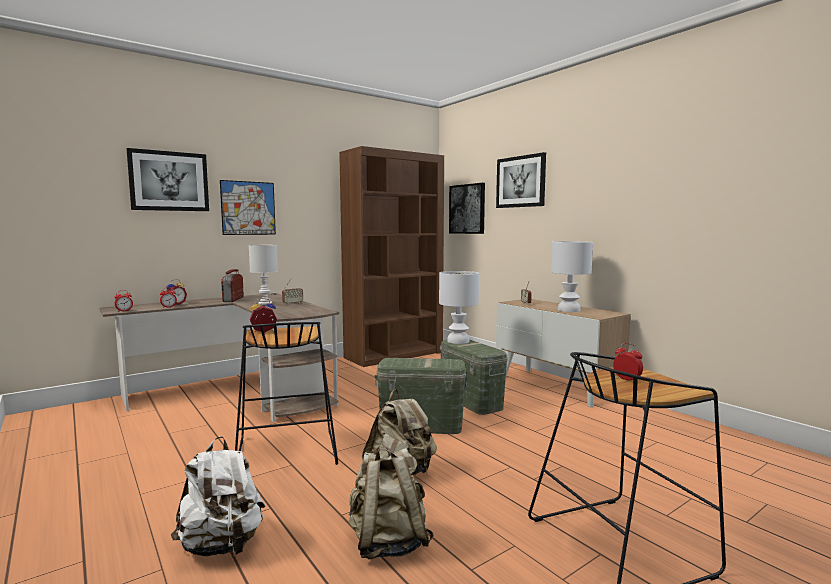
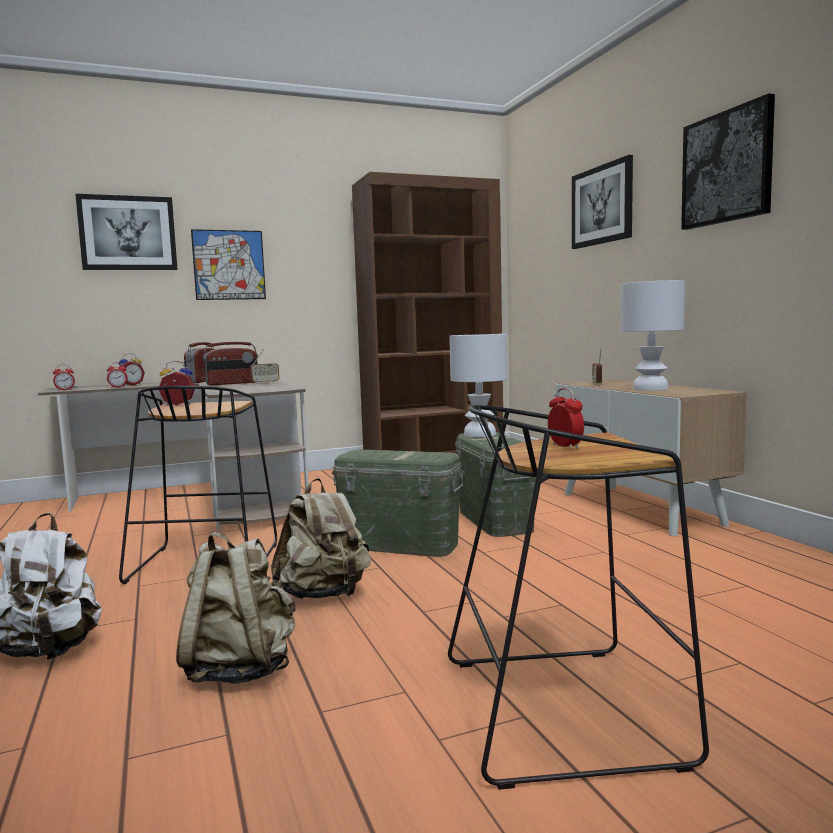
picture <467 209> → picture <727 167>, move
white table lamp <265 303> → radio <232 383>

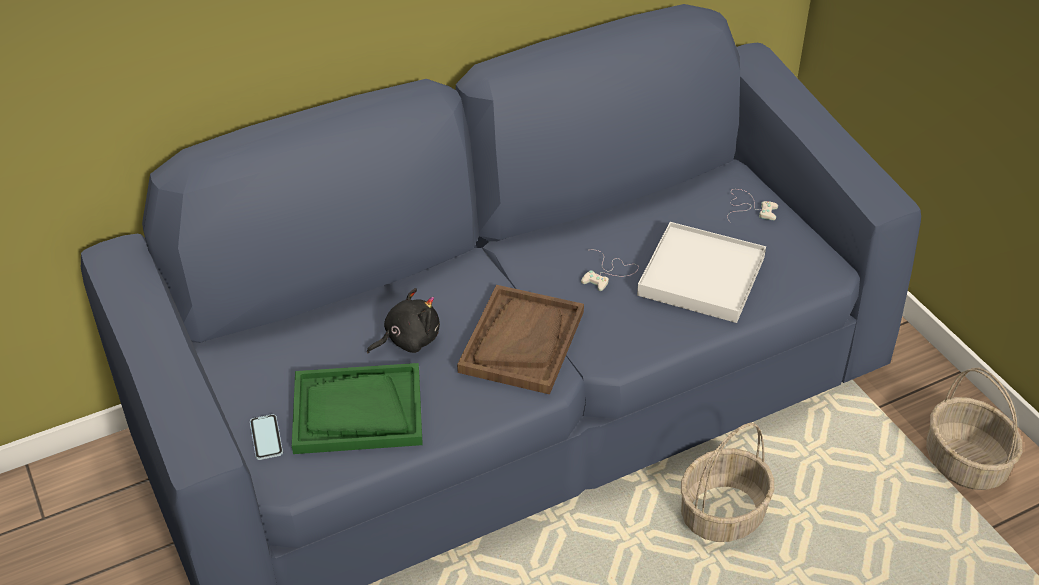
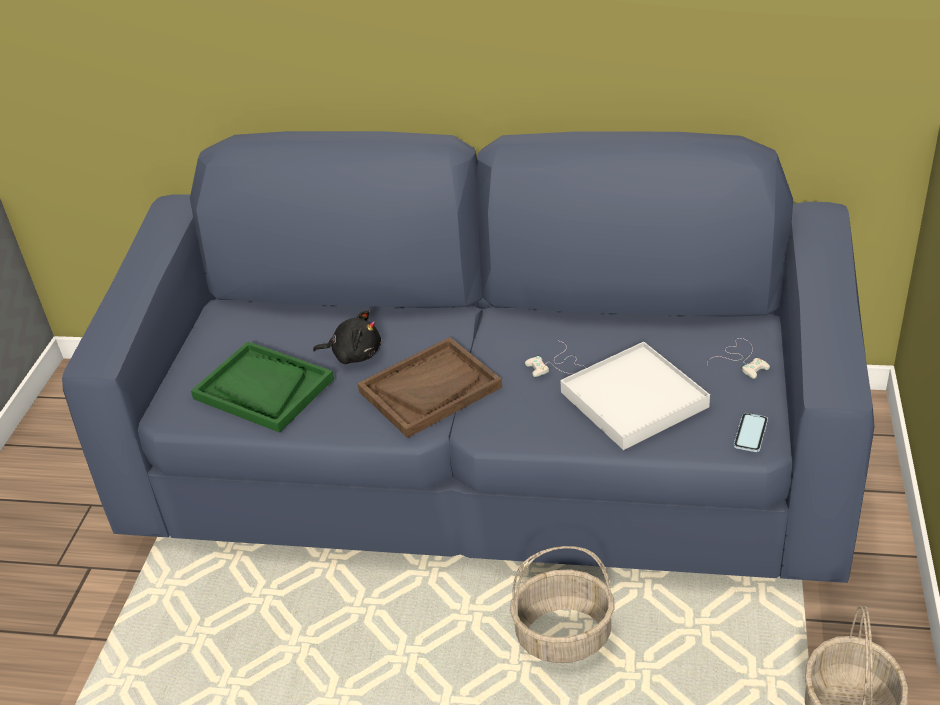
phone <266 438> → phone <750 434>, move

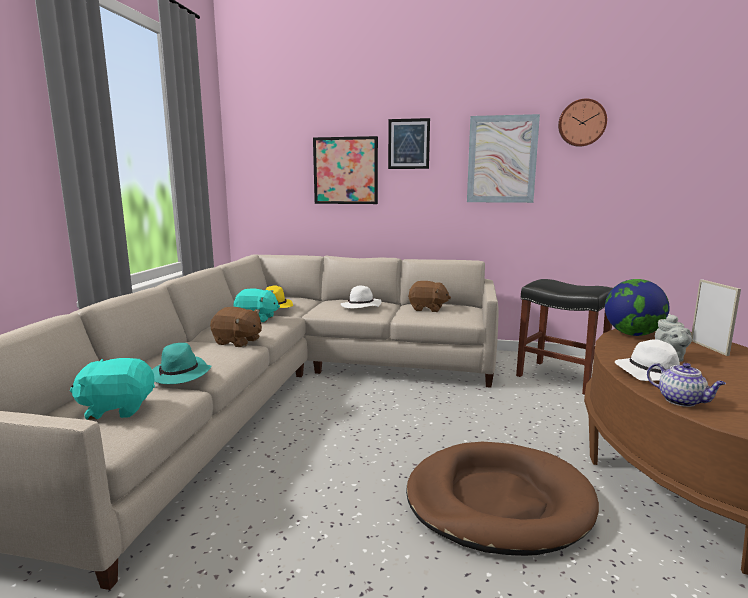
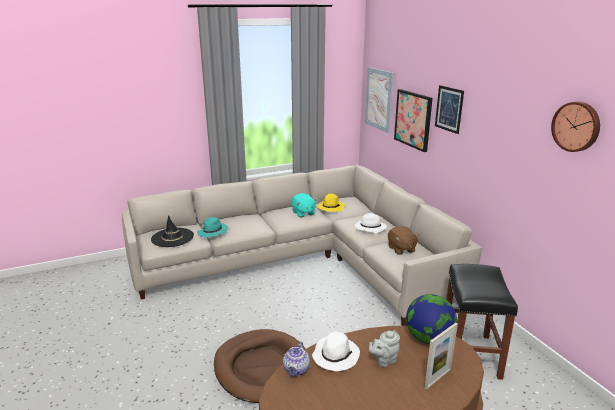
brown plush toy <237 342> → -
picture <501 159> → picture <379 99>, move
turquoise plush toy <118 409> → black hat <172 237>

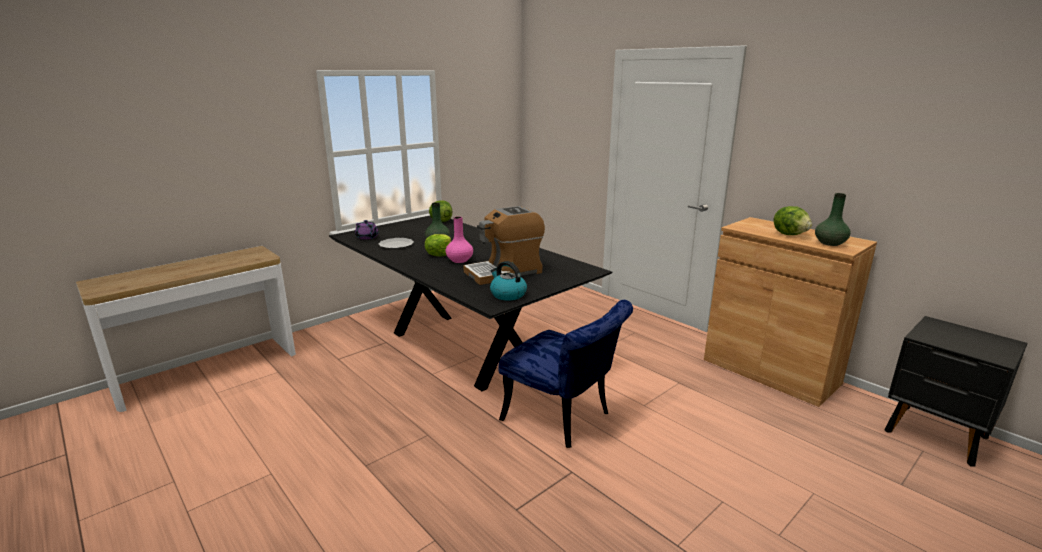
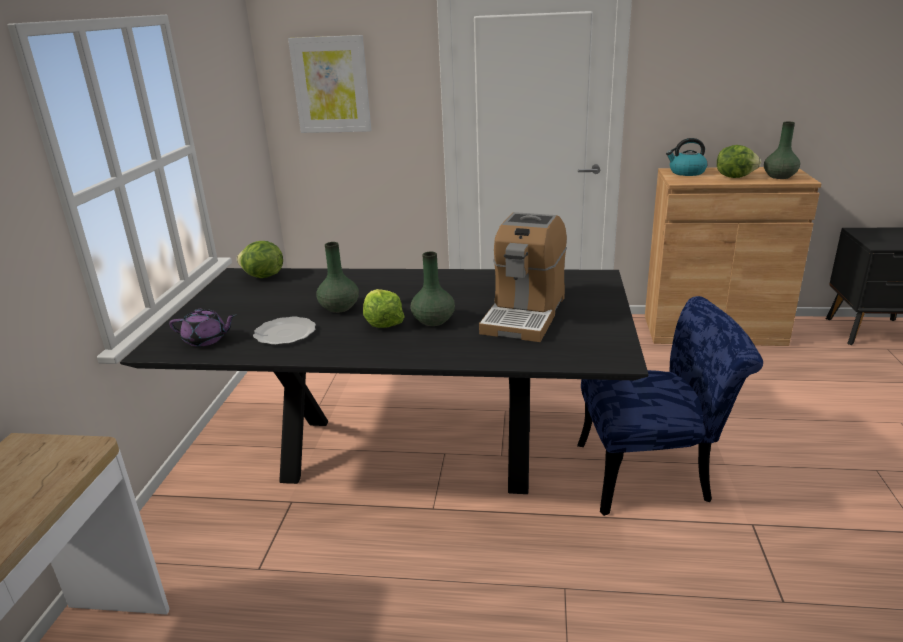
- → picture <331 85>
kettle <507 294> → kettle <686 172>, move
pink vase <460 260> → green vase <434 320>

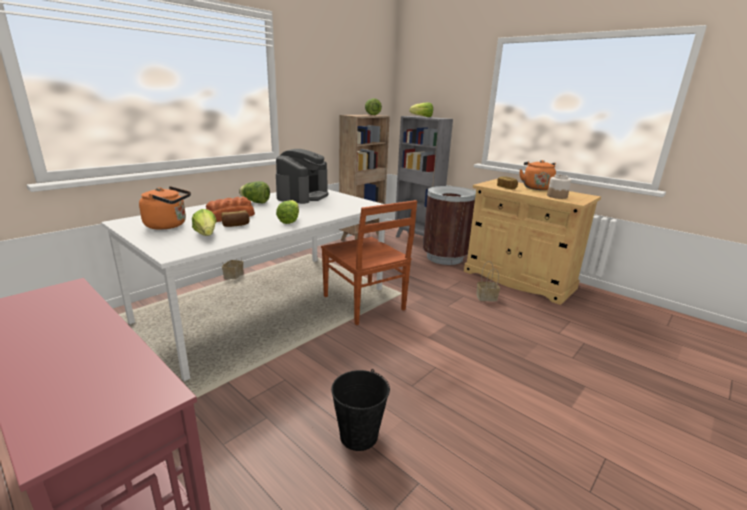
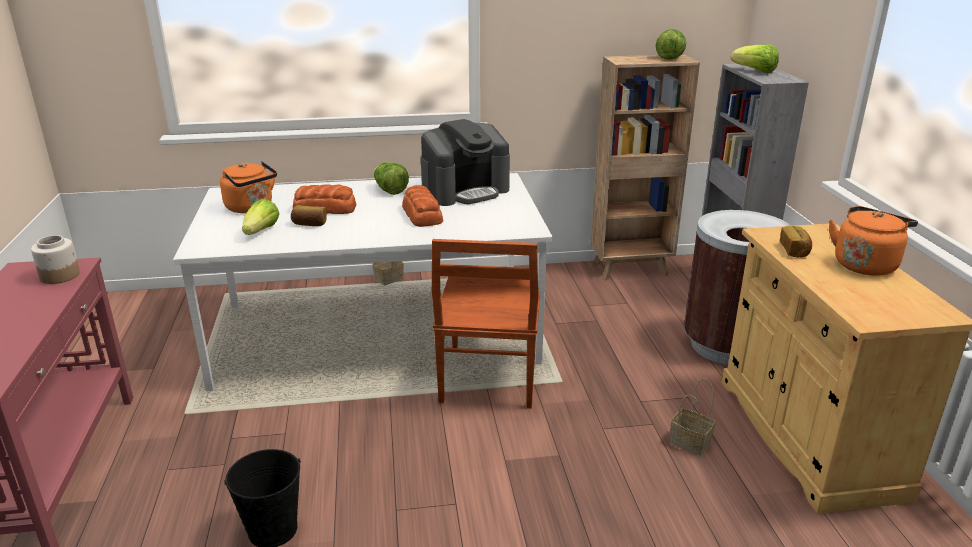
lettuce <289 220> → -
- → bread <422 214>
jar <557 196> → jar <60 275>, move

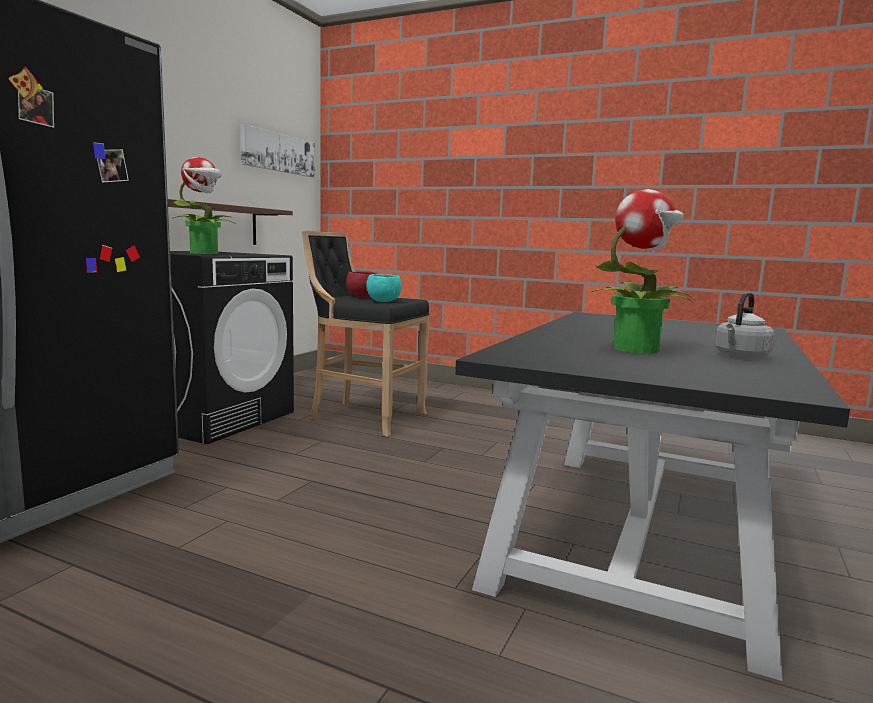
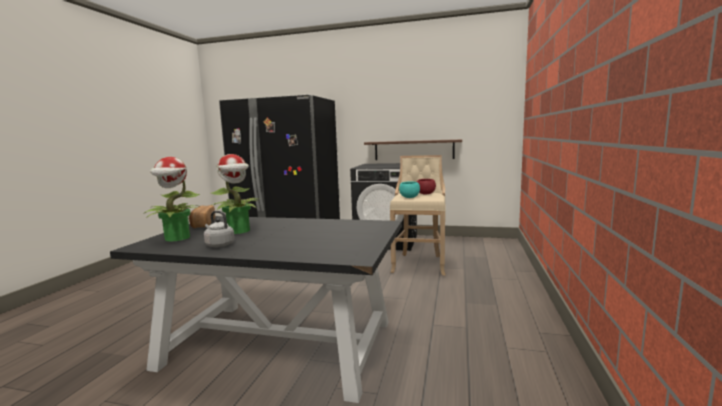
picture <278 153> → -
- → bread <202 224>
potted plant <205 253> → potted plant <177 238>, move
black stool <363 417> → beige stool <419 263>

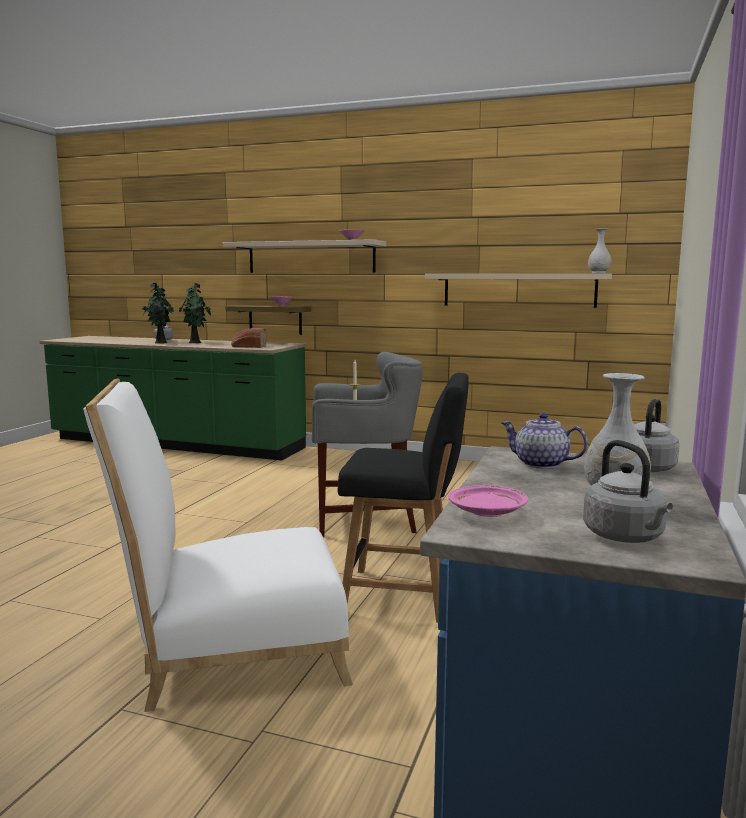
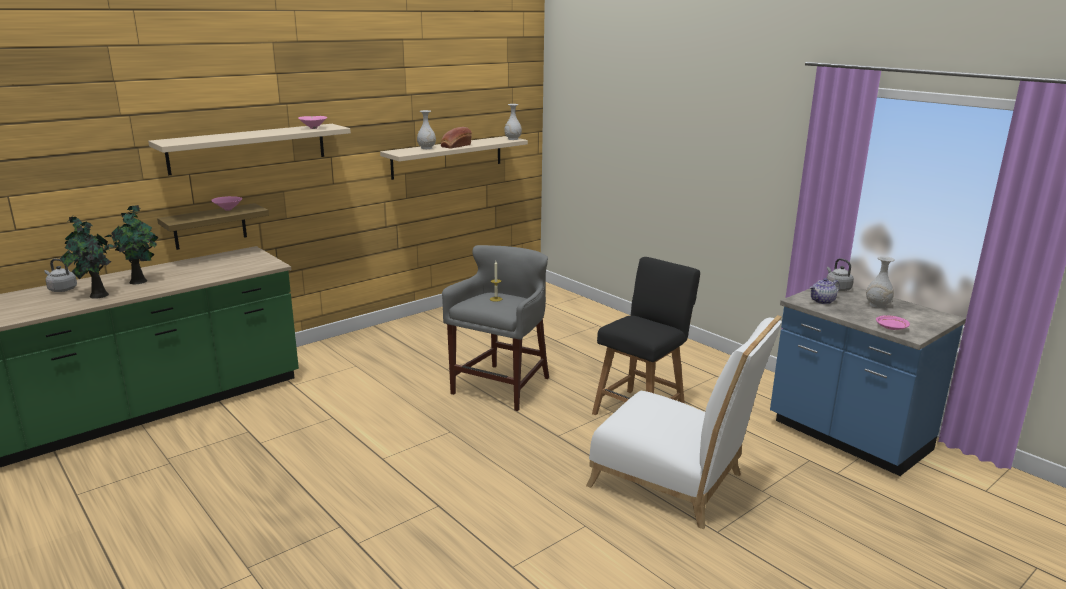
grey kettle <626 537> → -
- → white vase <427 148>
bread <248 346> → bread <455 146>, move
white chair <231 653> → white chair <674 483>, 75 degrees counterclockwise

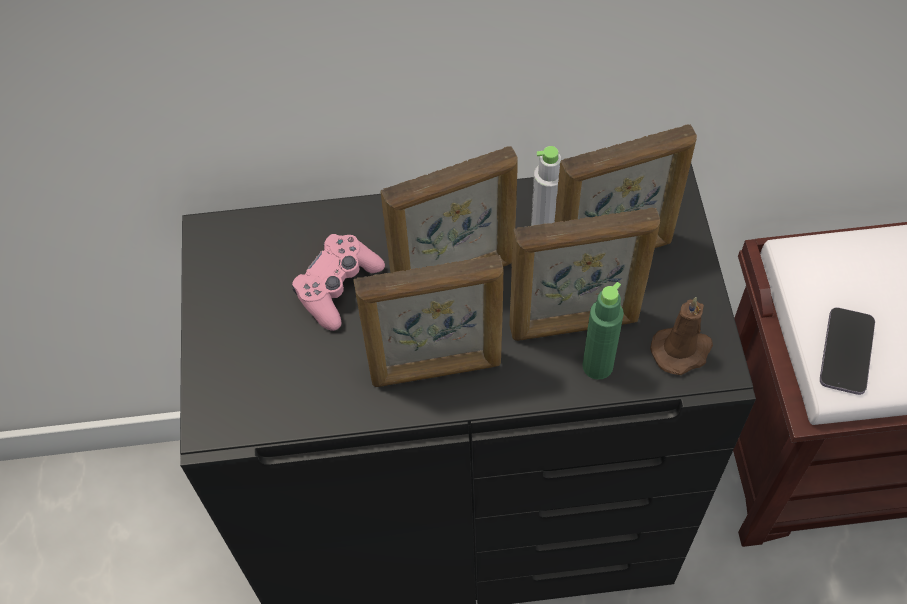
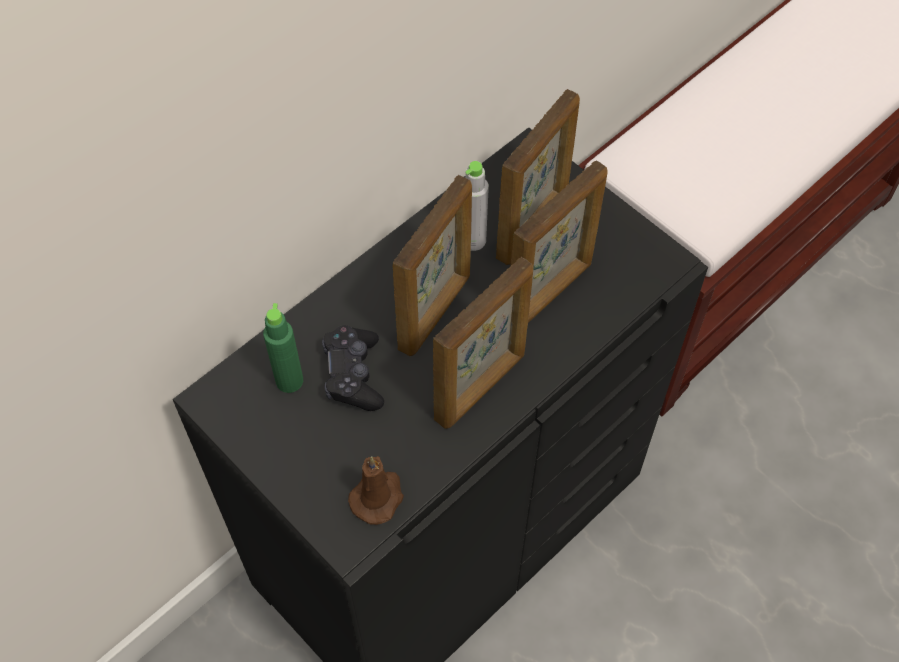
phone <846 352> → -
green bottle <597 366> → green bottle <289 381>, move
brown candle <682 350> → brown candle <378 497>, move
pink game controller <338 287> → black game controller <353 375>

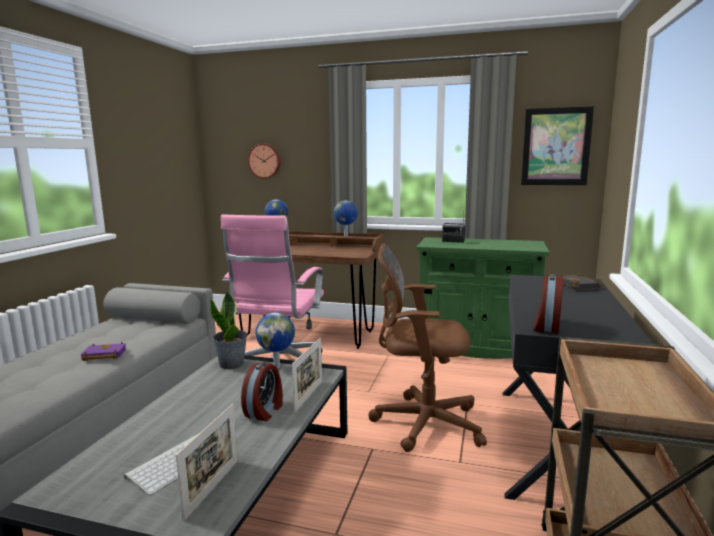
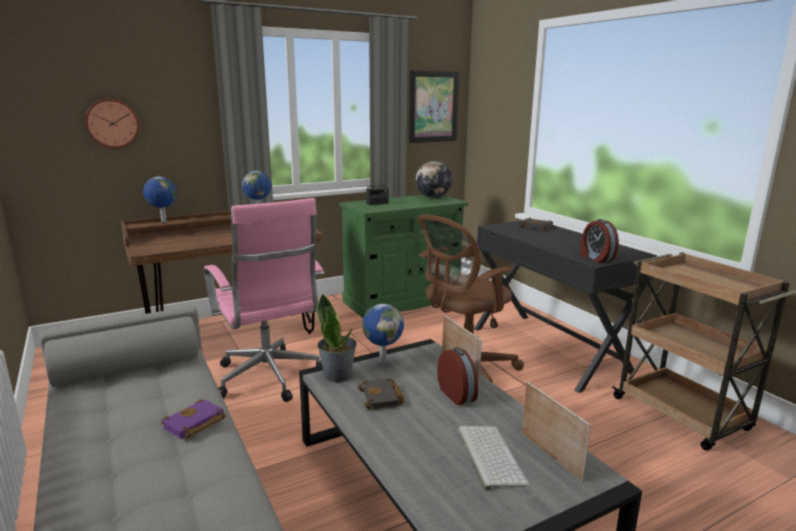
- → black book <382 398>
- → globe <433 198>

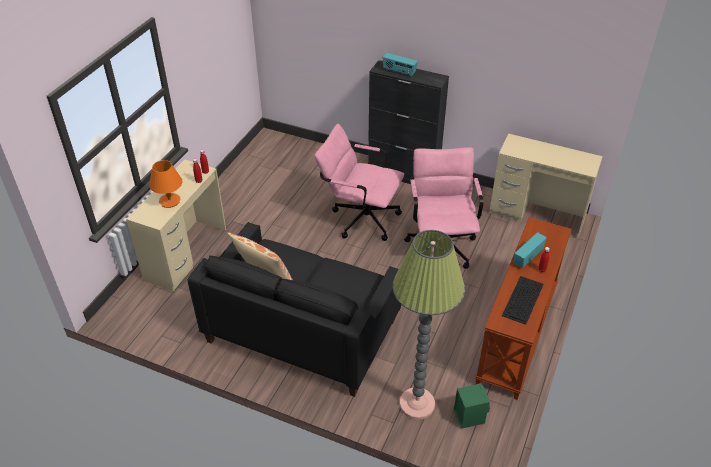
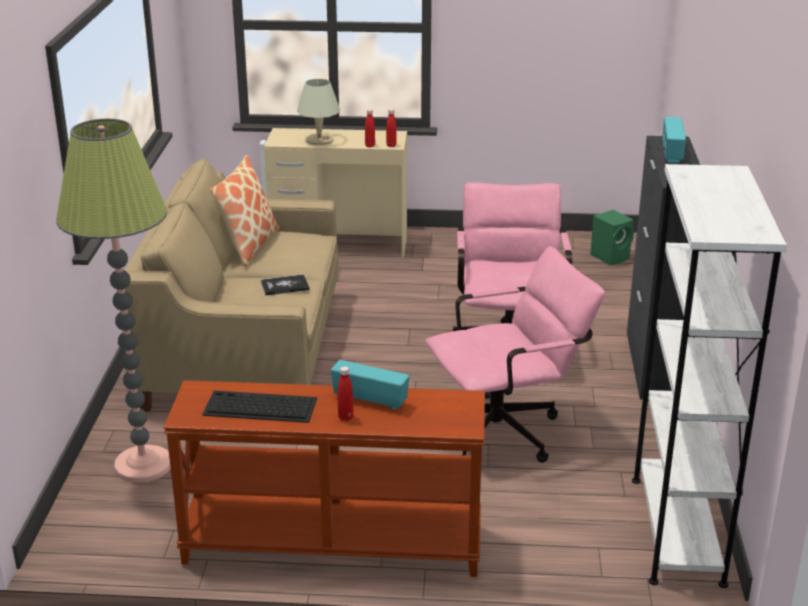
- → book <285 286>
green speaker <469 415> → green speaker <611 257>, move
beige desk <537 215> → white bookcase <677 529>
orange table lamp <169 201> → beige table lamp <319 140>
black sofa <302 330> → beige sofa <245 349>

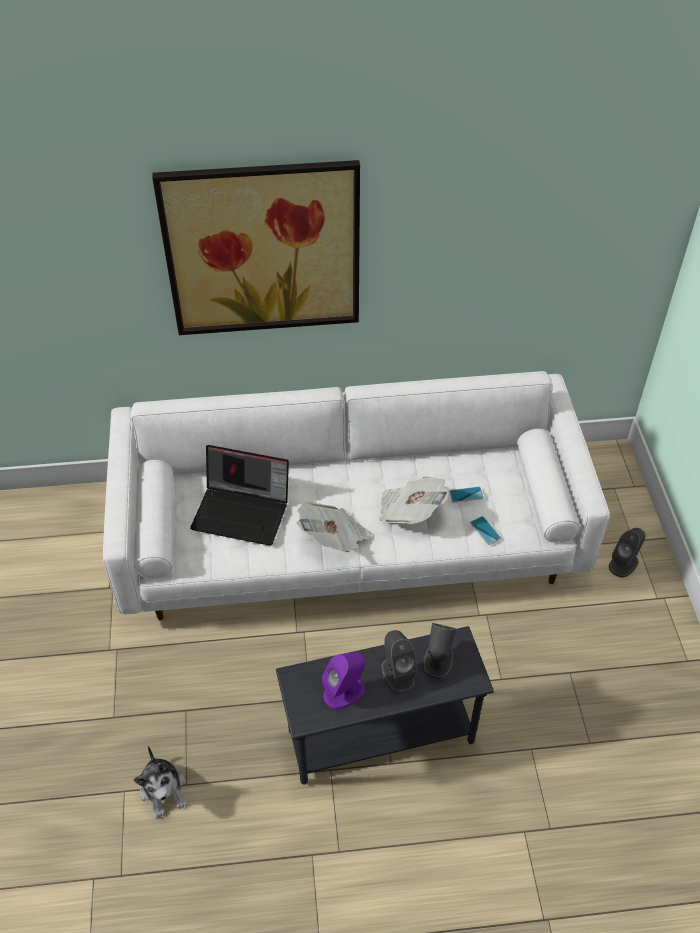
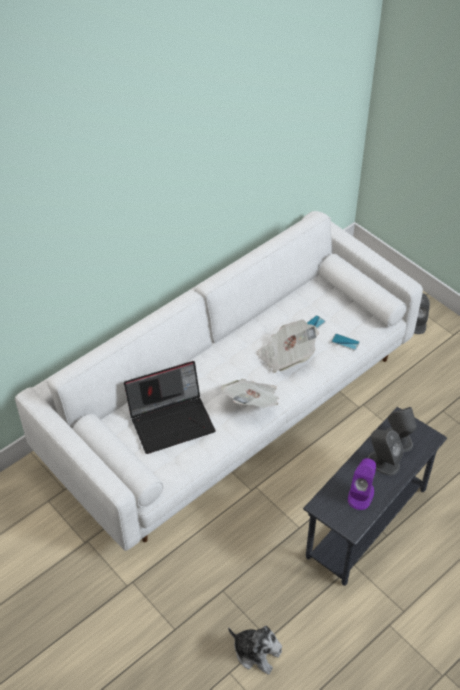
picture <263 249> → -

